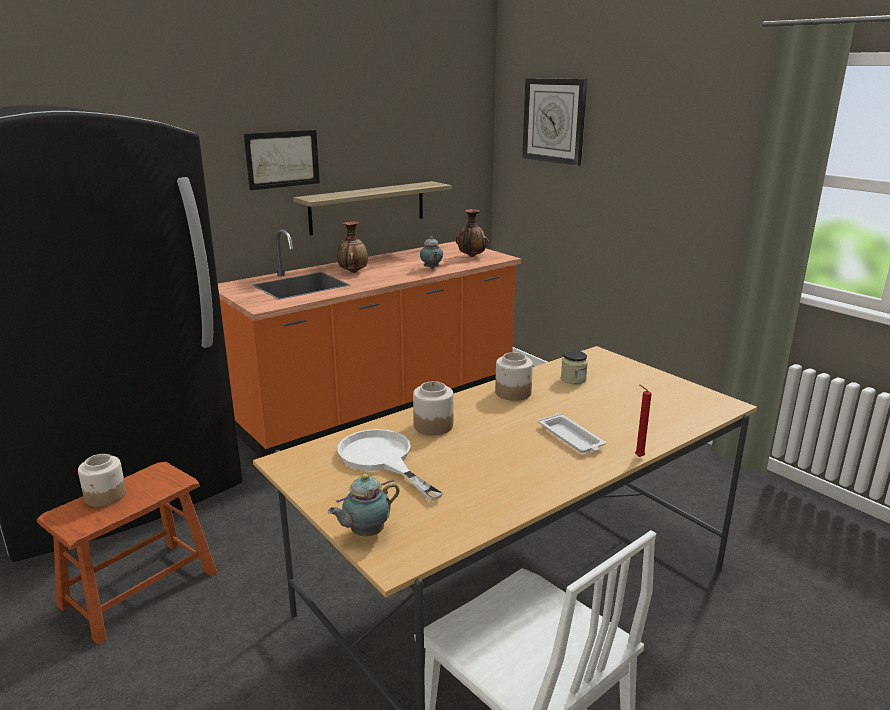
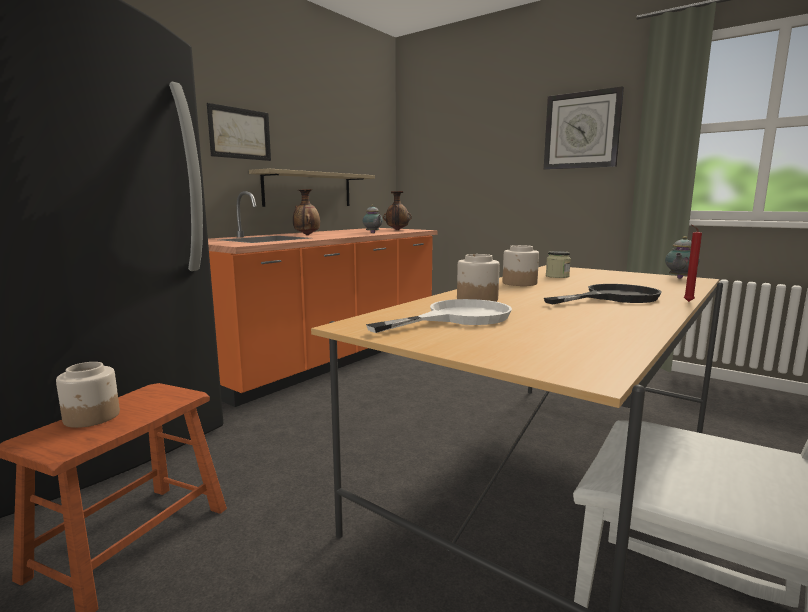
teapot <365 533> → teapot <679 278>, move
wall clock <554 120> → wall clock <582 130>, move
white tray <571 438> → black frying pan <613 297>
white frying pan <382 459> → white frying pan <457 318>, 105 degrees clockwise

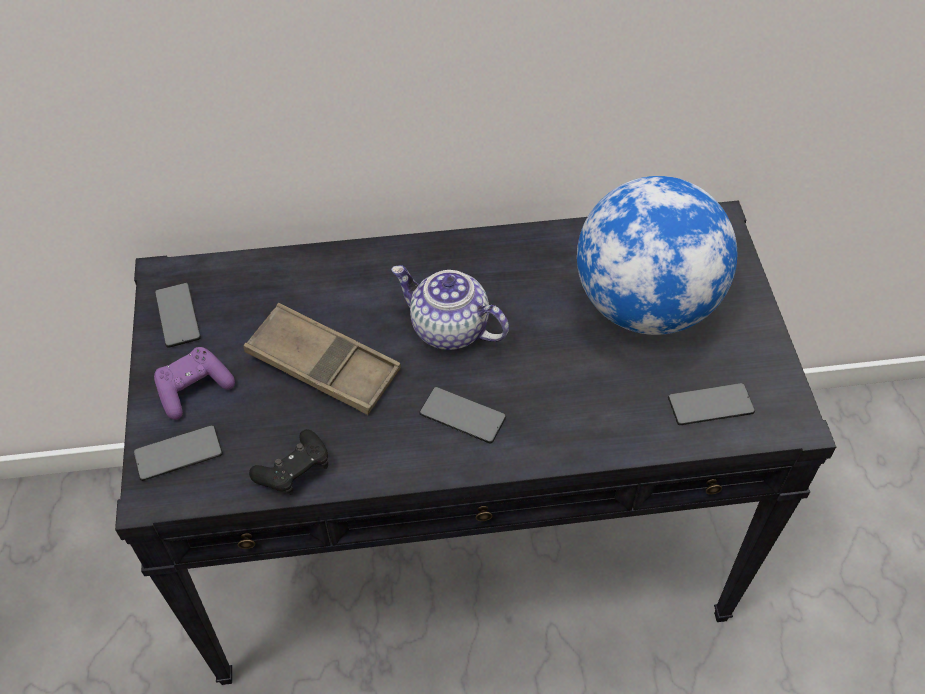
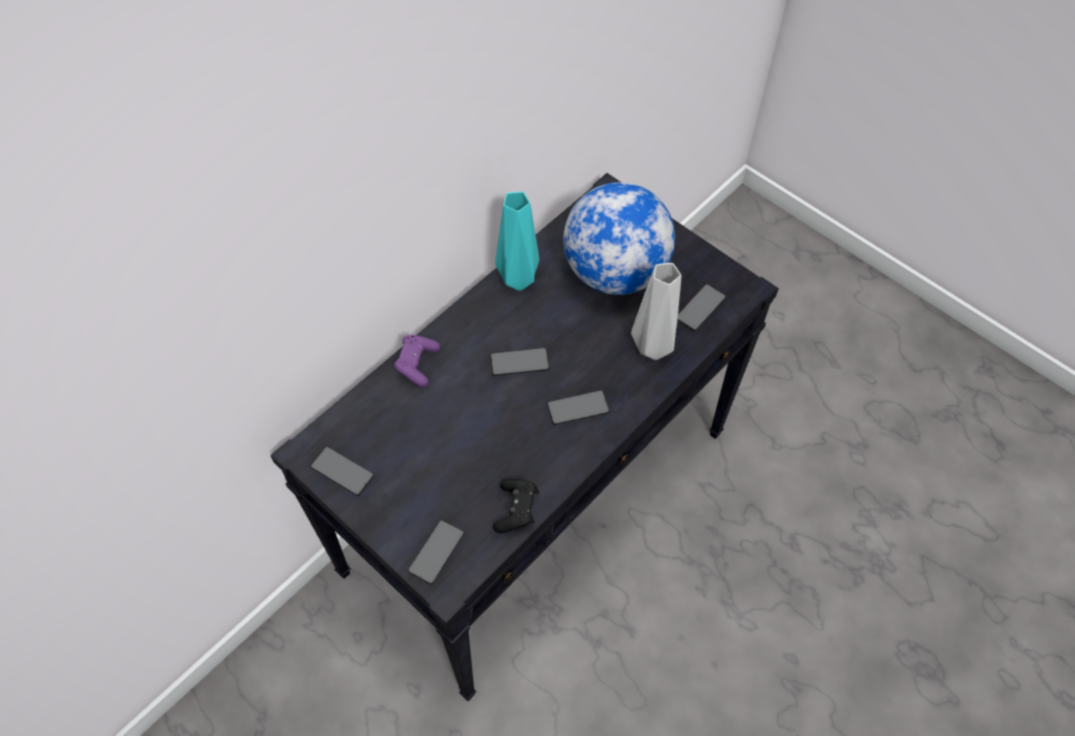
brown tray <323 365> → -
- → turquoise vase <516 279>
- → grey vase <652 349>
purple game controller <194 389> → purple game controller <417 364>, move
teapot <448 329> → phone <519 362>

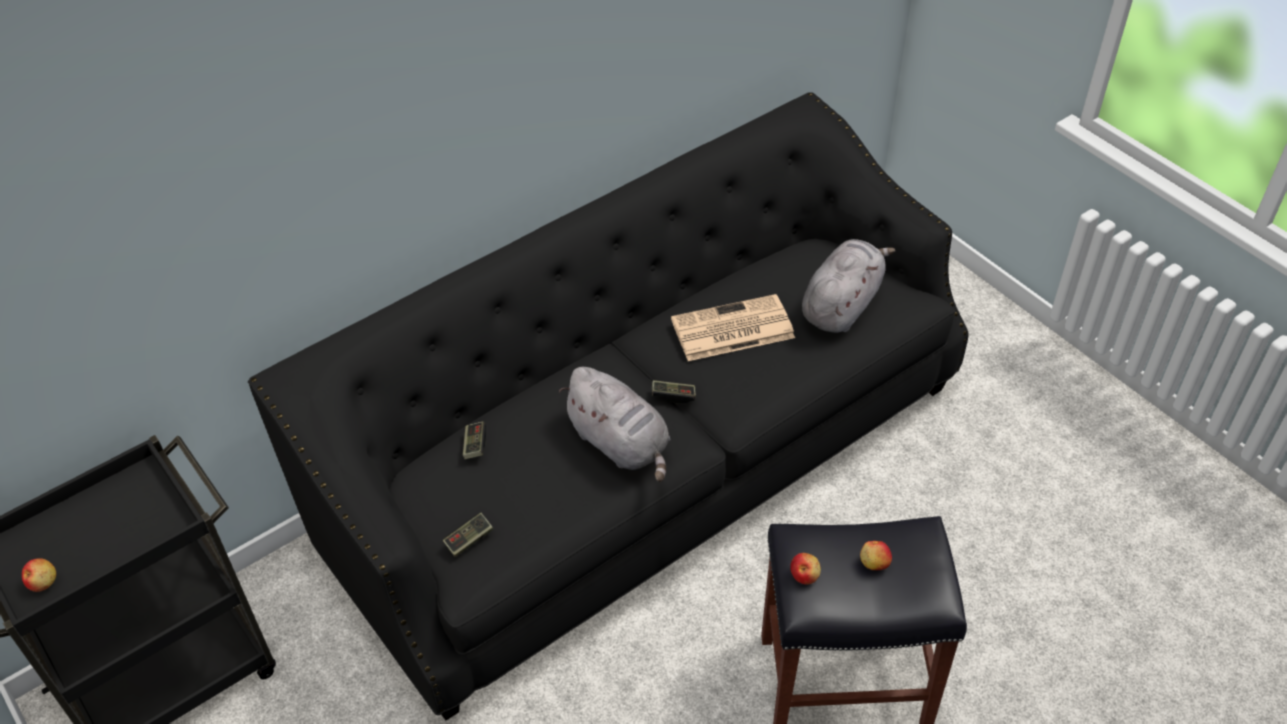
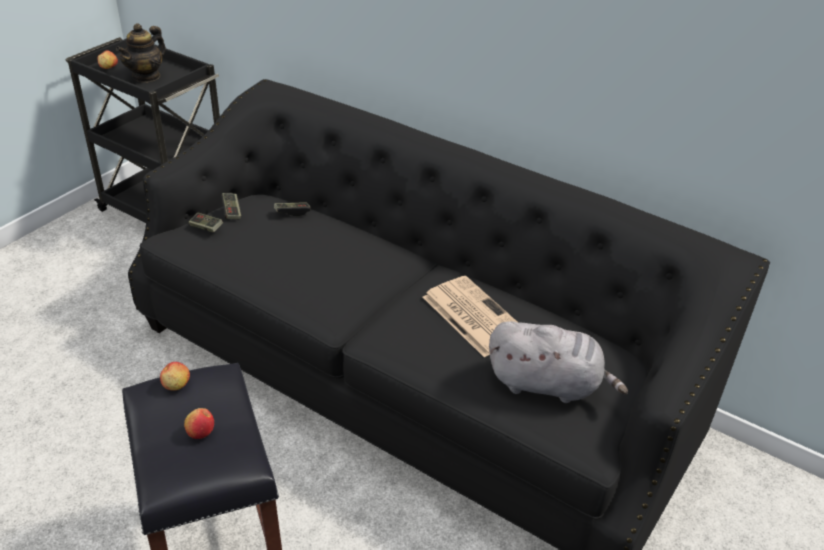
grey plush toy <621 444> → -
- → teapot <146 76>
game controller <673 395> → game controller <231 211>, move

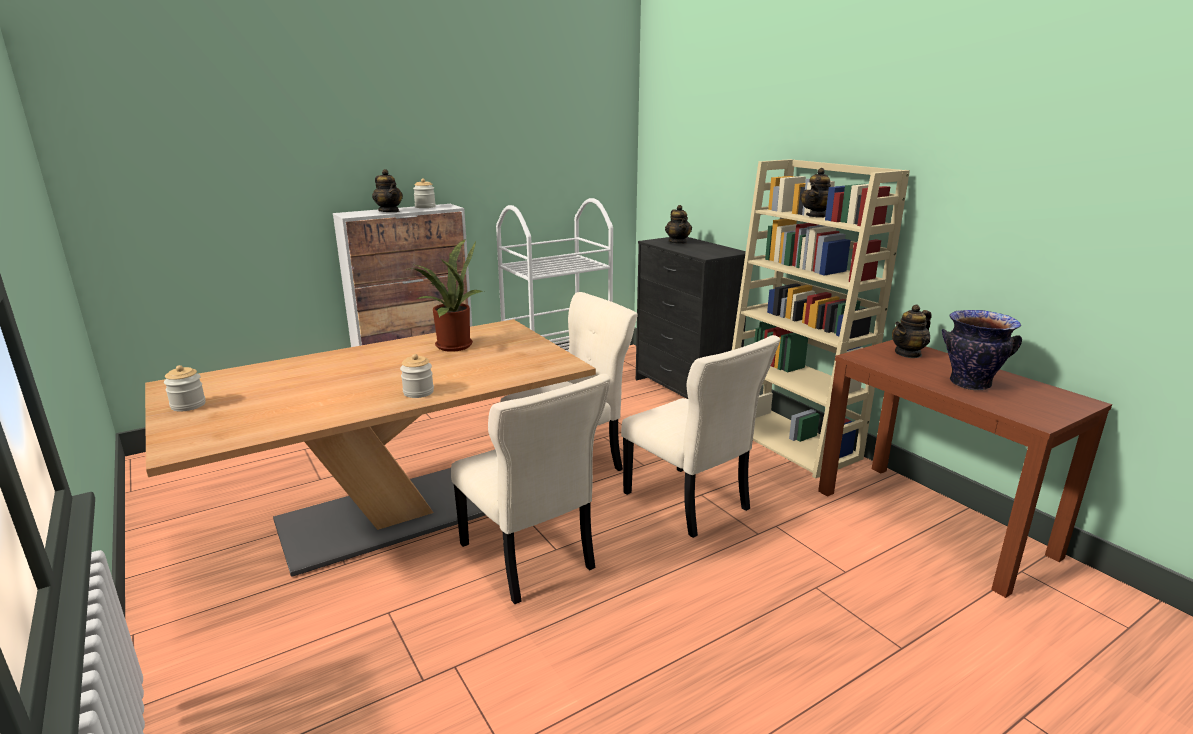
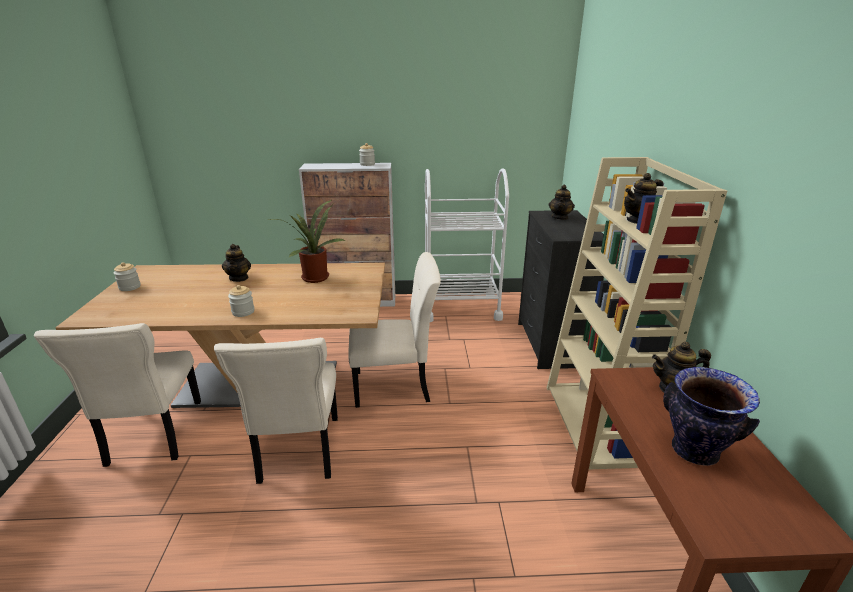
teapot <389 211> → teapot <239 278>, move
beige chair <689 503> → beige chair <153 436>, move

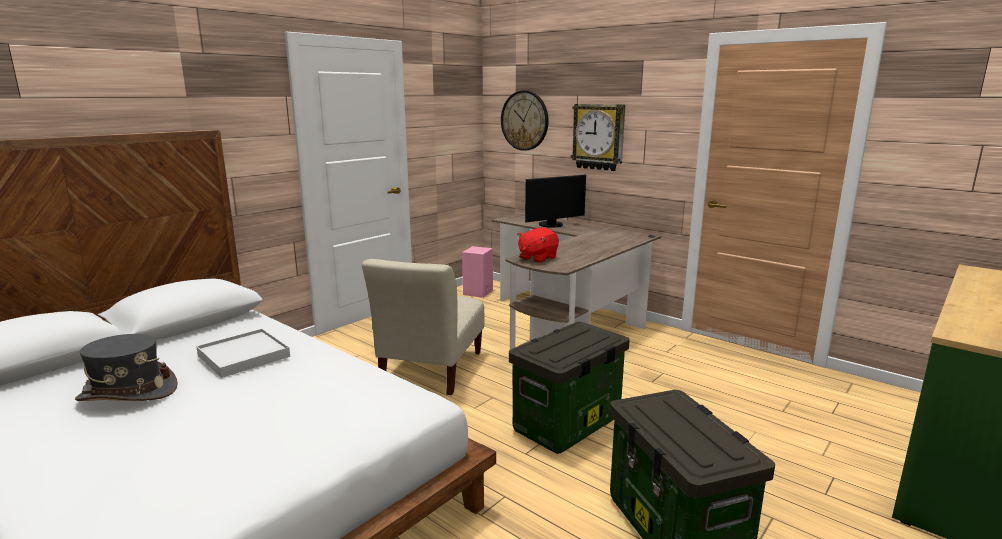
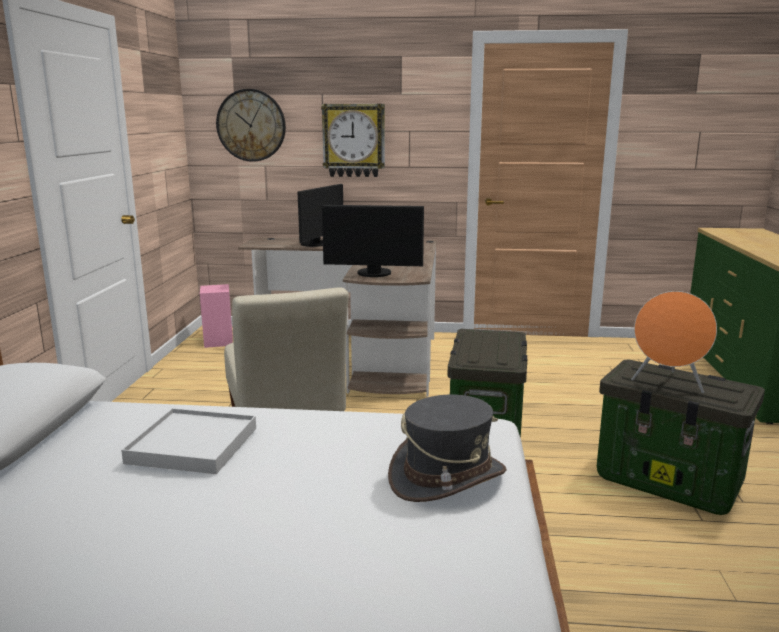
- → orange speaker <668 384>
grey hat <128 393> → grey hat <447 477>, move
red plush toy <537 258> → monitor <374 274>

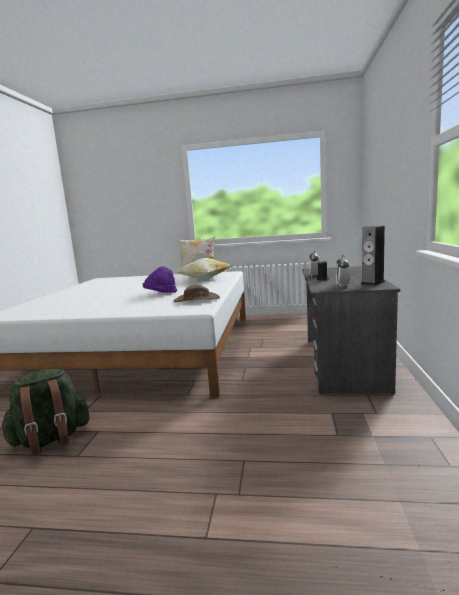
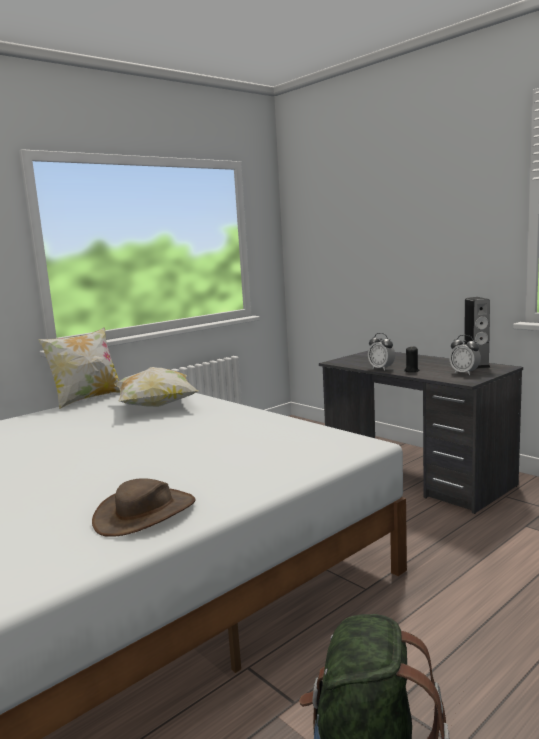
purple hat <160 294> → -
brown hat <196 299> → brown hat <145 513>, move

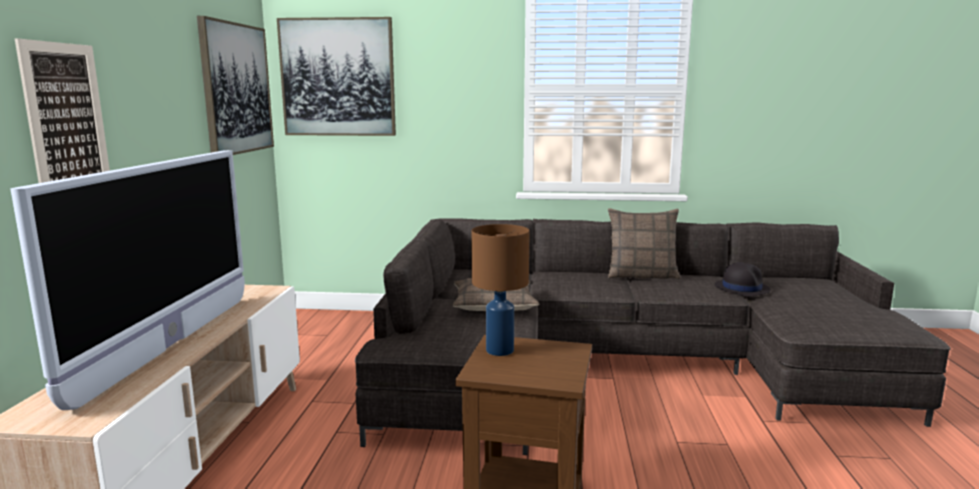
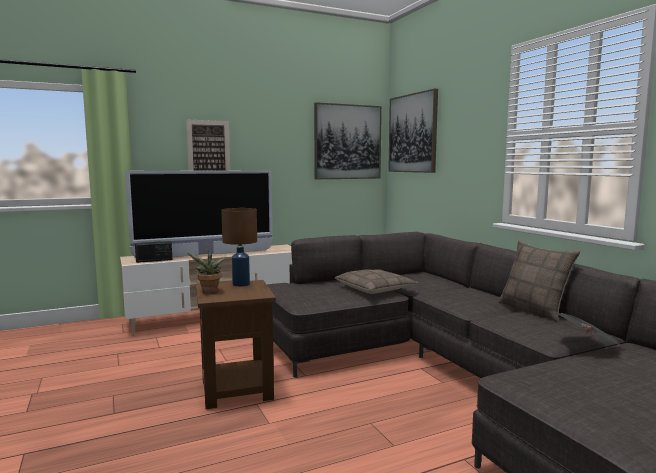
- → radio <154 260>
- → potted plant <209 292>
black hat <741 288> → newspaper <589 345>

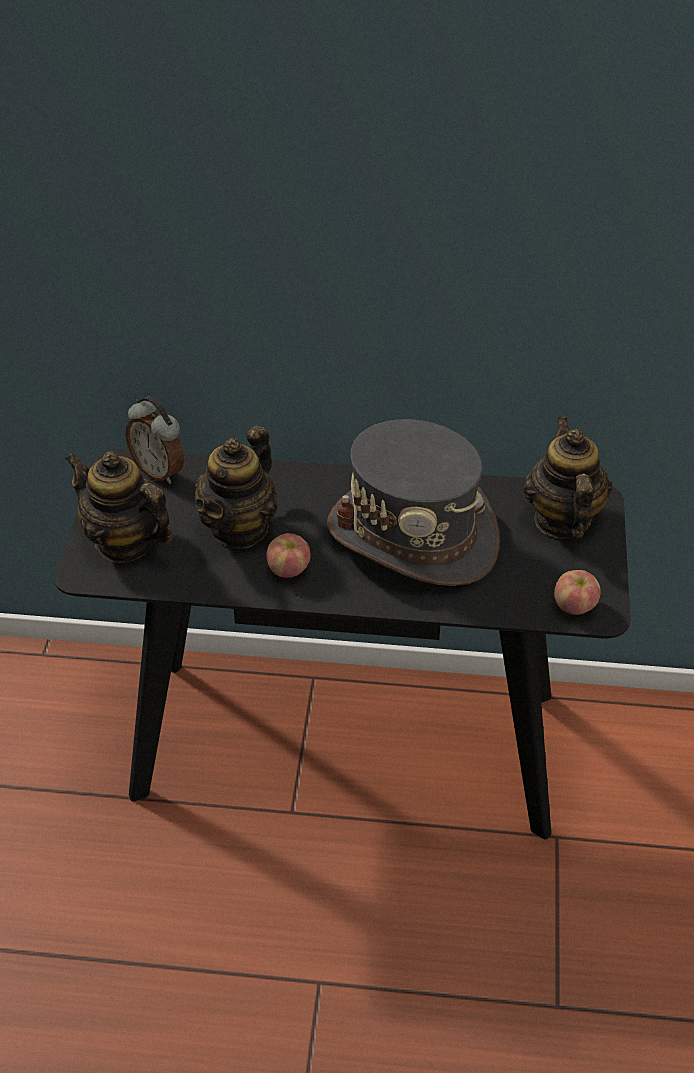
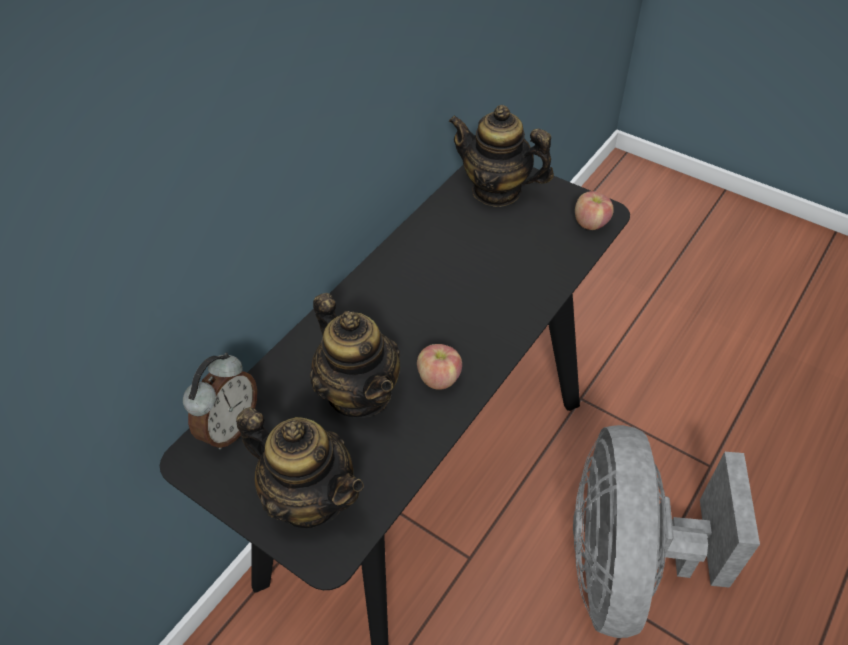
grey hat <413 536> → -
- → grey fan <626 565>
teapot <125 542> → teapot <310 498>, 120 degrees counterclockwise
alarm clock <160 471> → alarm clock <229 427>, 45 degrees counterclockwise

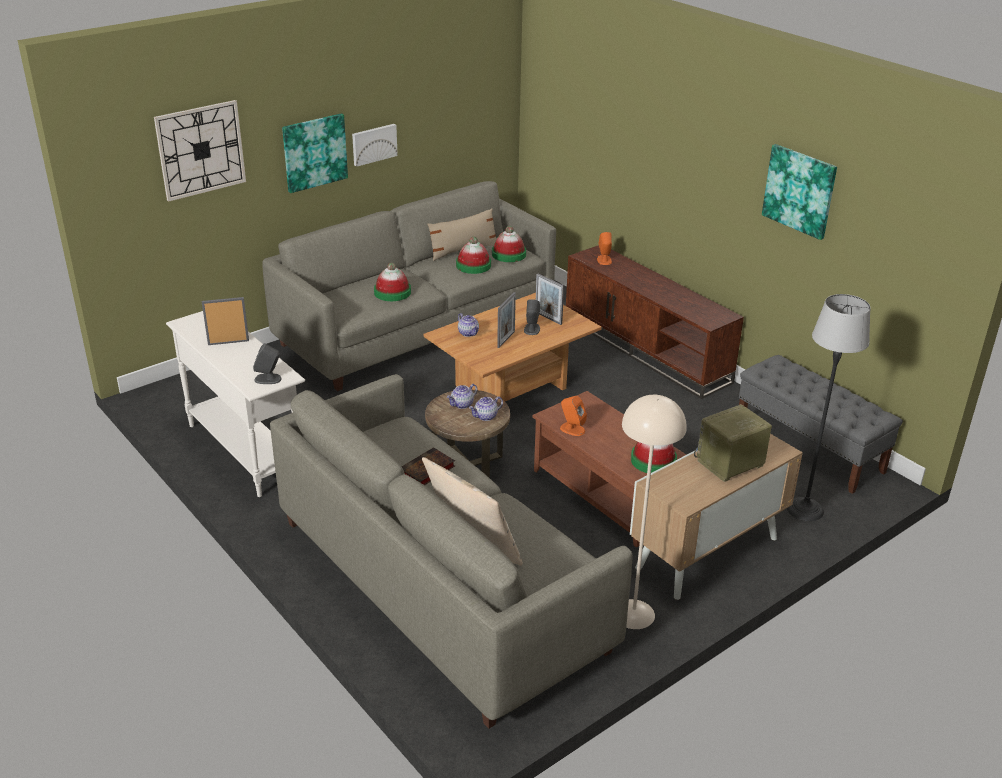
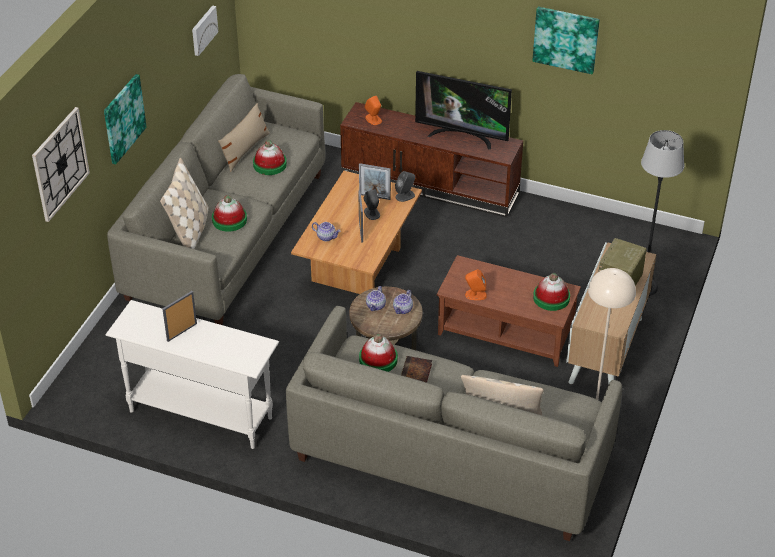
grey bench <809 448> → -
- → beige pillow <190 231>
- → television <462 136>
grey speaker <268 379> → grey speaker <405 196>, move
picture <373 144> → picture <203 30>, move
hat <508 254> → hat <378 359>, move

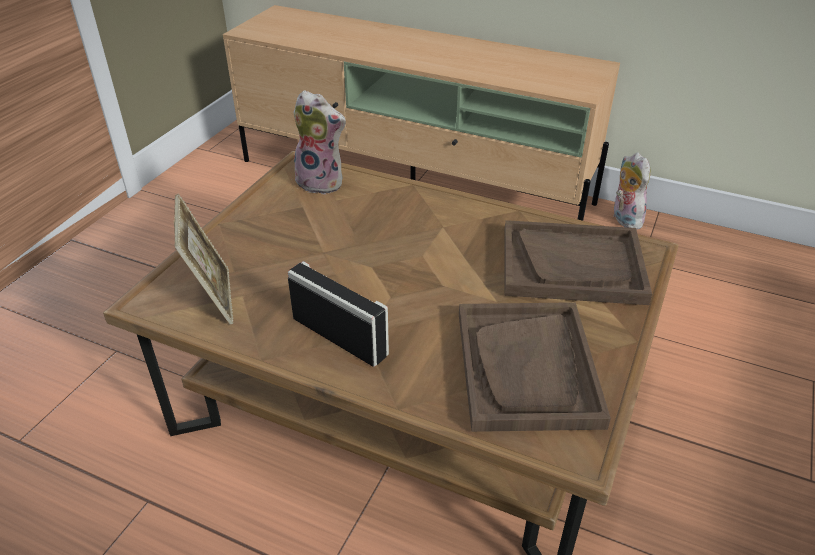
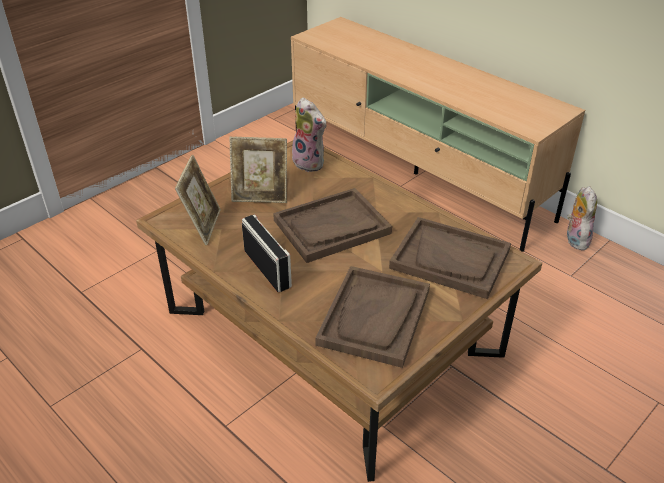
- → picture frame <260 196>
- → brown tray <331 227>

